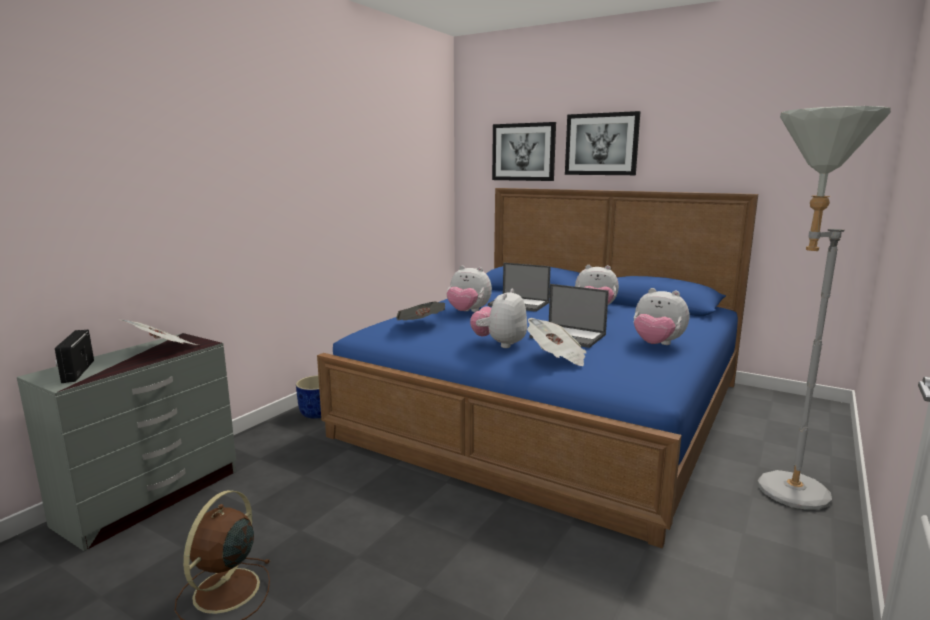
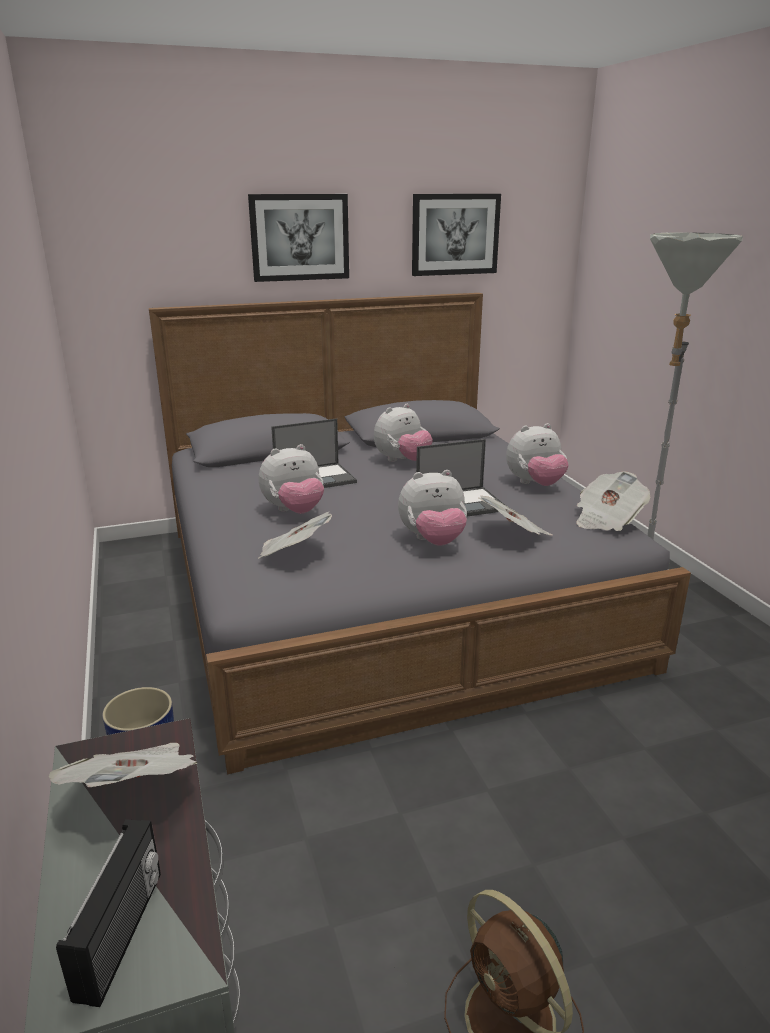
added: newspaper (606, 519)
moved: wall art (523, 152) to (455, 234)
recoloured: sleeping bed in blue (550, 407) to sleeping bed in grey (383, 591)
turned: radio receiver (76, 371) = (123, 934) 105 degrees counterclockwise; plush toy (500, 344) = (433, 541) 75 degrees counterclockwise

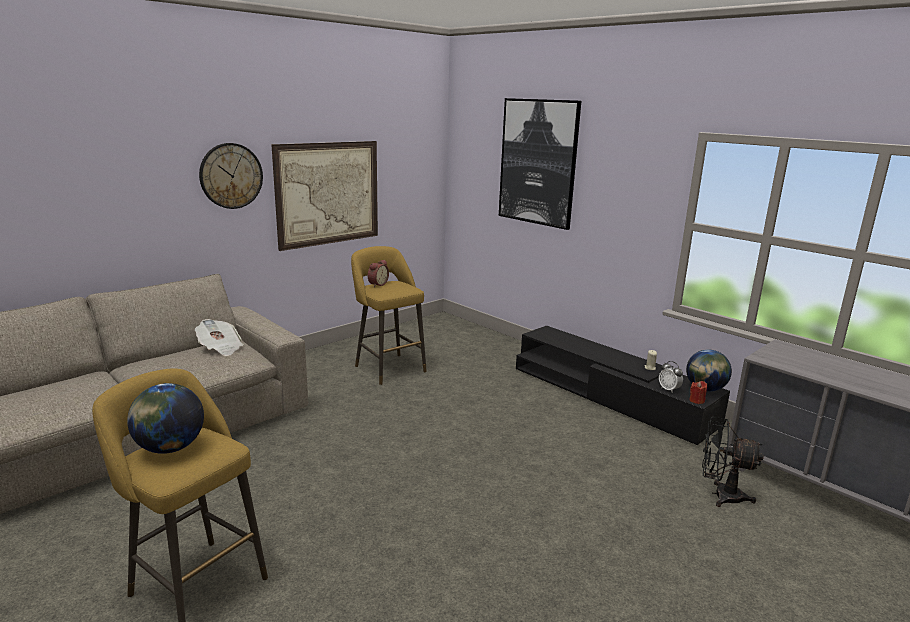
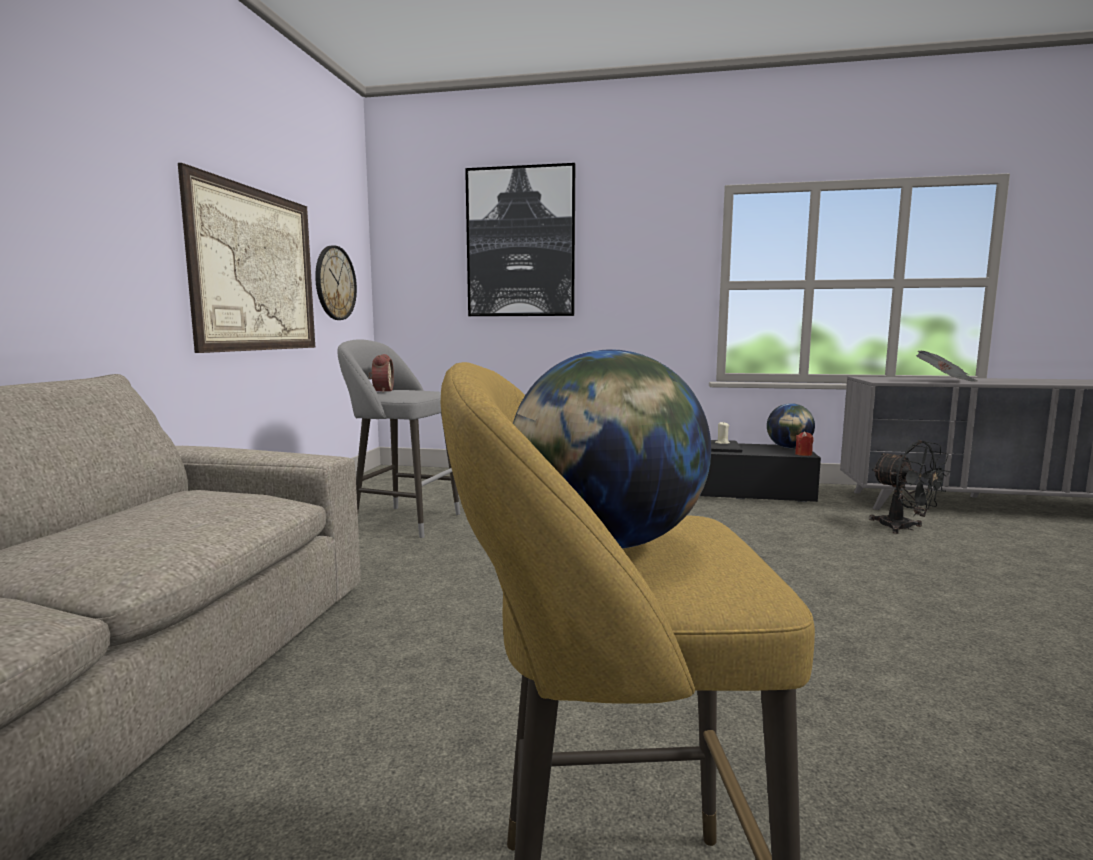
removed: table clock (669, 389)
moved: newspaper (220, 348) to (944, 381); hanging clock (231, 176) to (335, 283)
recoloured: sitting stool in yellow-coloured (388, 367) to sitting stool in grey (402, 521)
turned: fan in black-coloured (720, 495) = (903, 528) 105 degrees counterclockwise

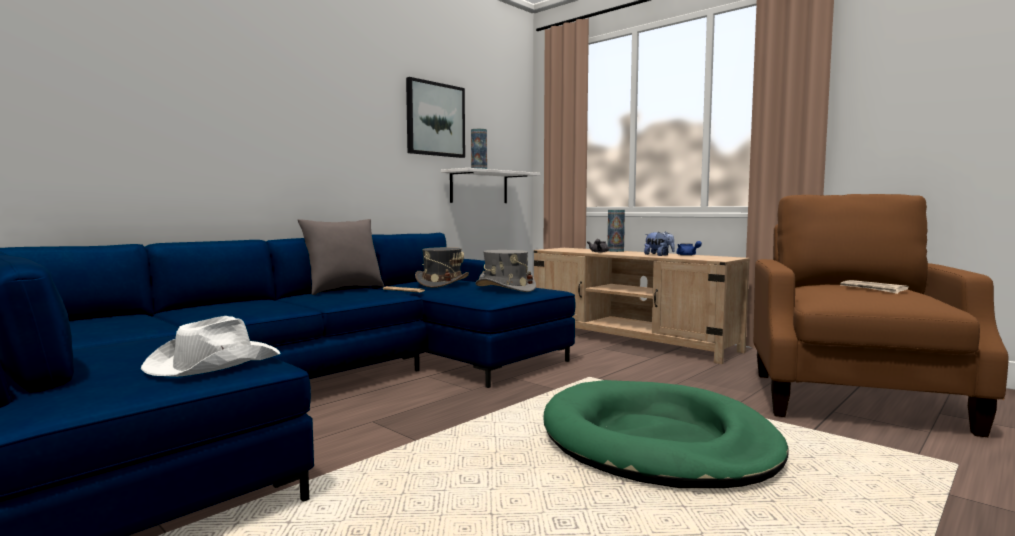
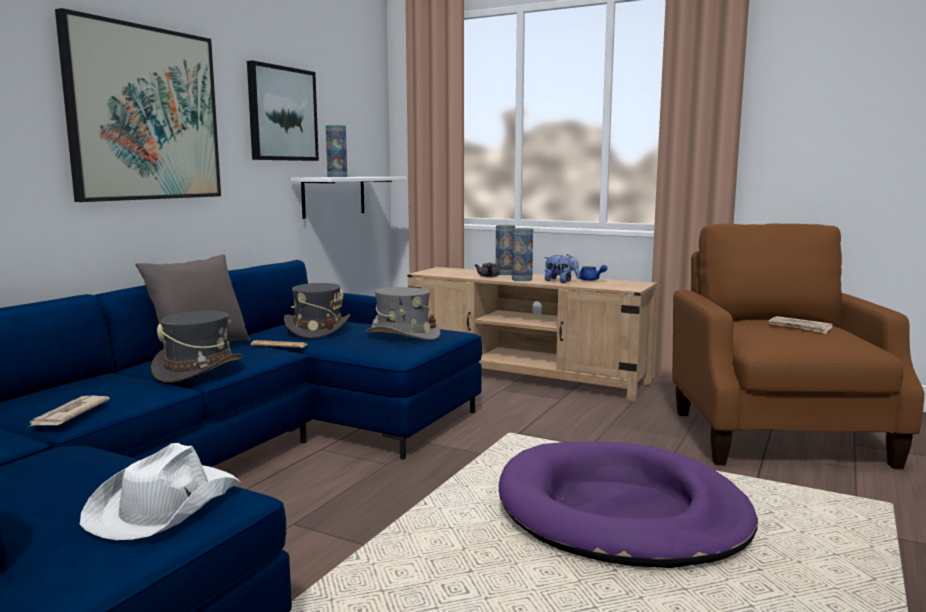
added: newspaper (68, 415); wall art (144, 114); hat in grey (199, 370); vase (522, 279)
recoloured: pet bed in green (657, 442) to pet bed in purplish (621, 512)

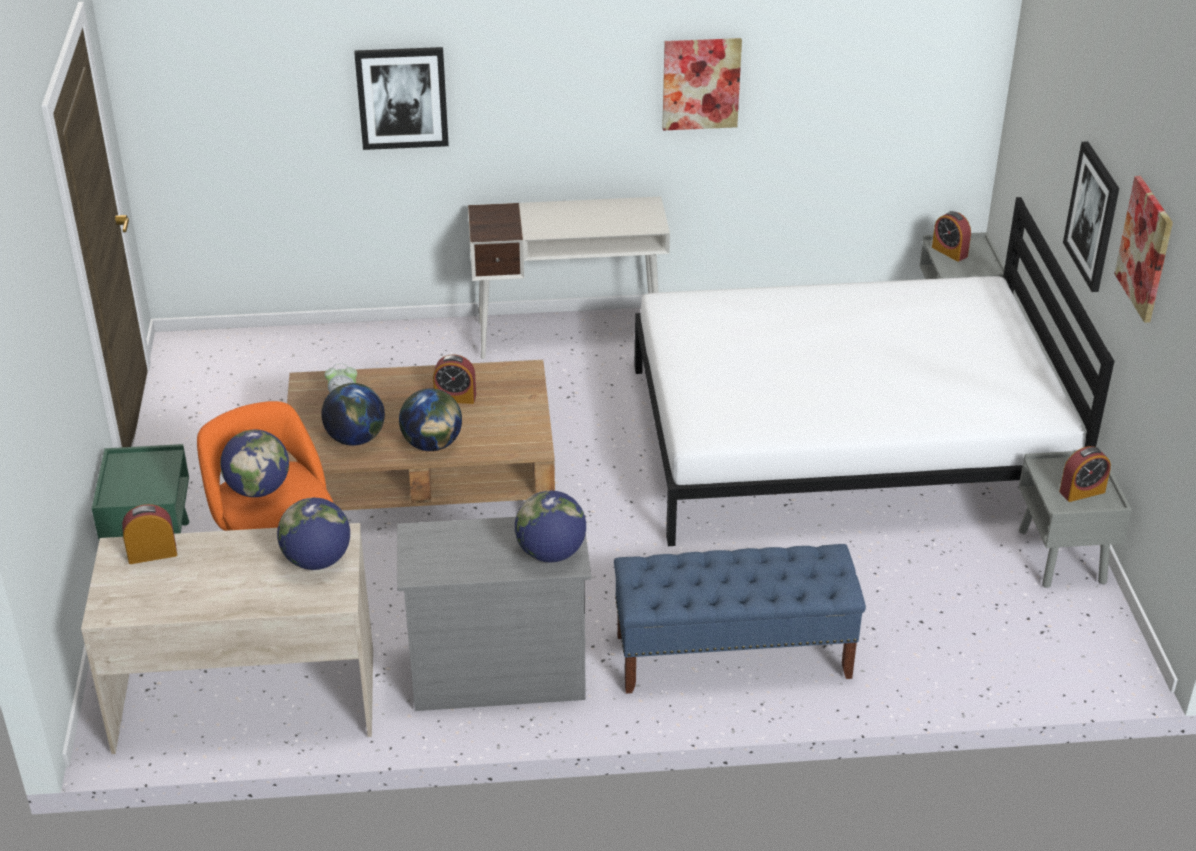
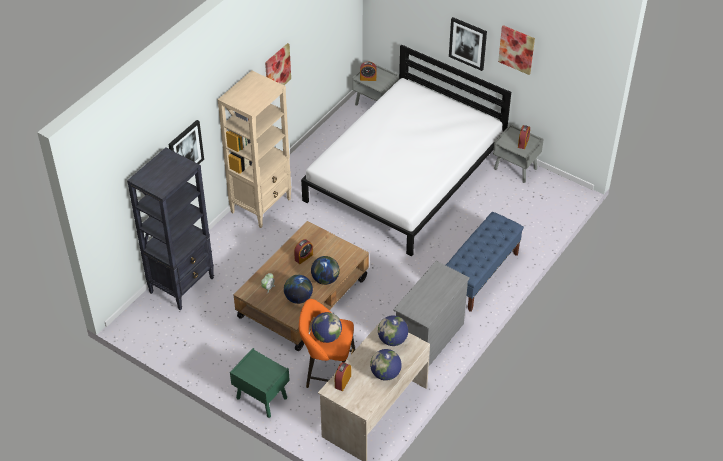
added: shelving unit in black-coloured (182, 285)
moved: desk globe (551, 553) to (385, 374)
replaced: desk table in white-coloured (570, 335) to shelving unit in beige-coloured (261, 205)

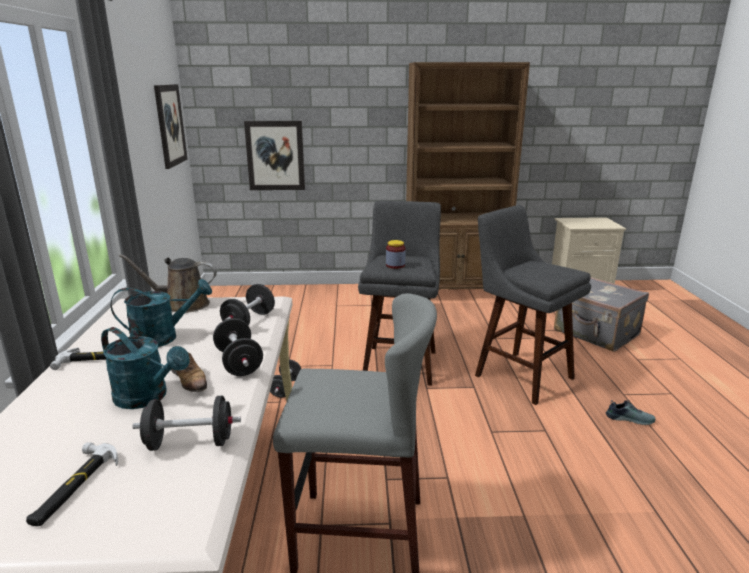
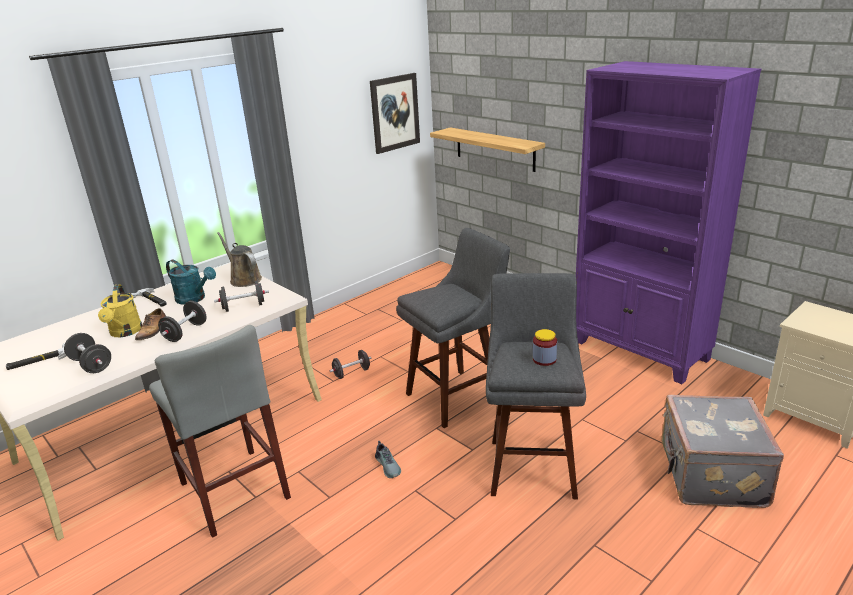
moved: storage jar (395, 265) to (544, 359); item of footwear (629, 418) to (389, 466)
replaced: wall art (275, 155) to bracket shelf (494, 149)
recoloured: watering can in turquoise (148, 397) to watering can in yellow-coloured (125, 332); shelving unit in brown (454, 291) to shelving unit in purplish (640, 351)

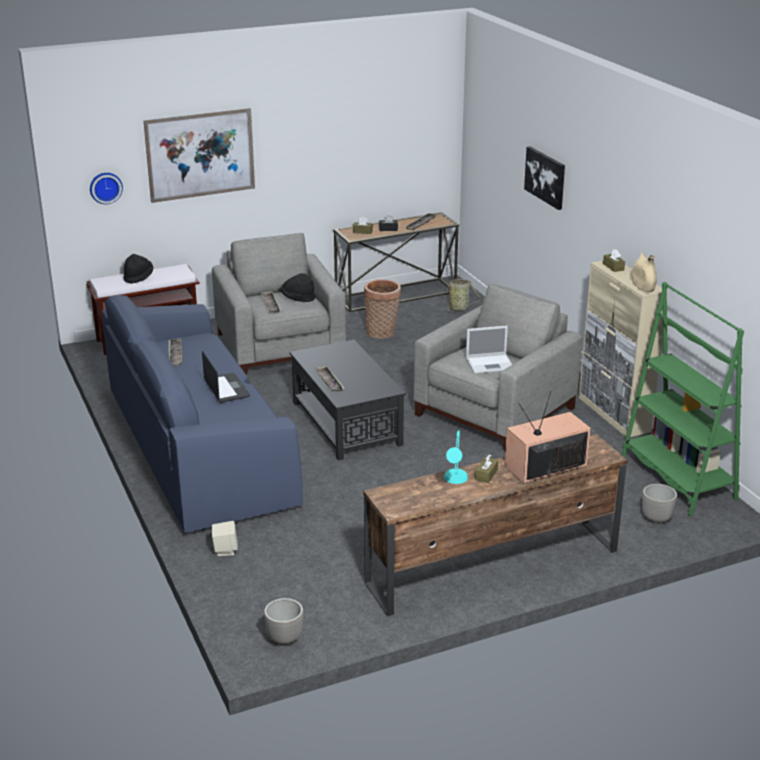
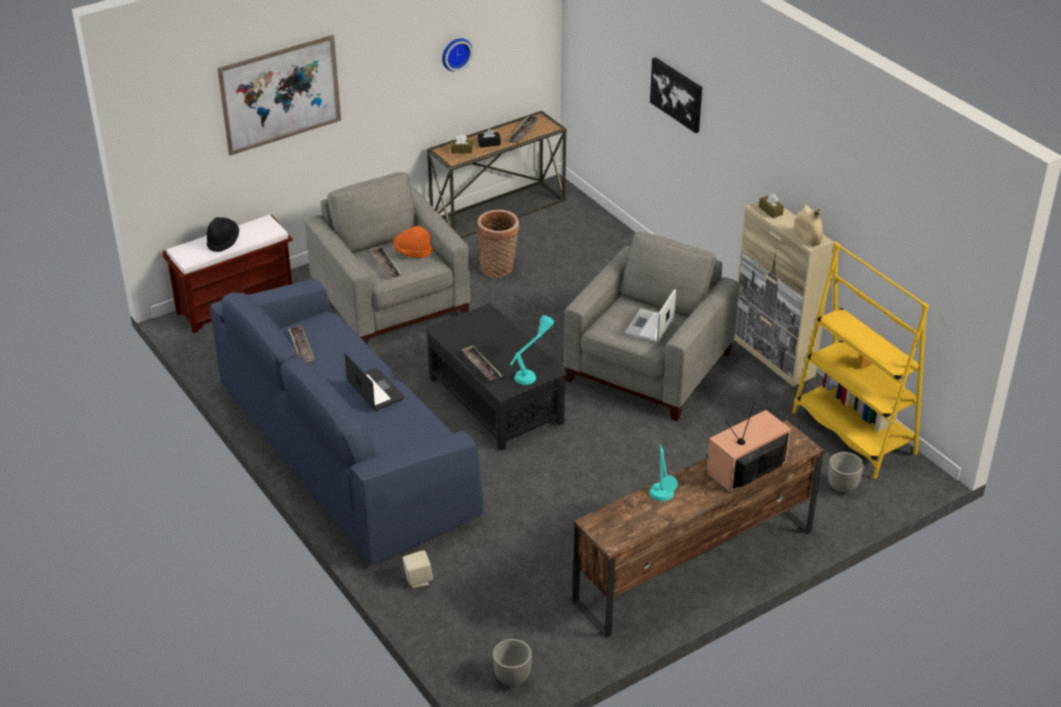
removed: storage basket (460, 308); box of tissues in brown (486, 475)
added: tabletop lamp in turquoise (531, 371)
moved: hanging clock (105, 187) to (455, 53)
recoloured: hat in black-coloured (298, 298) to hat in orangey (412, 252); shelving unit in green (677, 478) to shelving unit in yellow-coloured (853, 433)
turned: notebook computer (491, 364) = (649, 327) 135 degrees clockwise

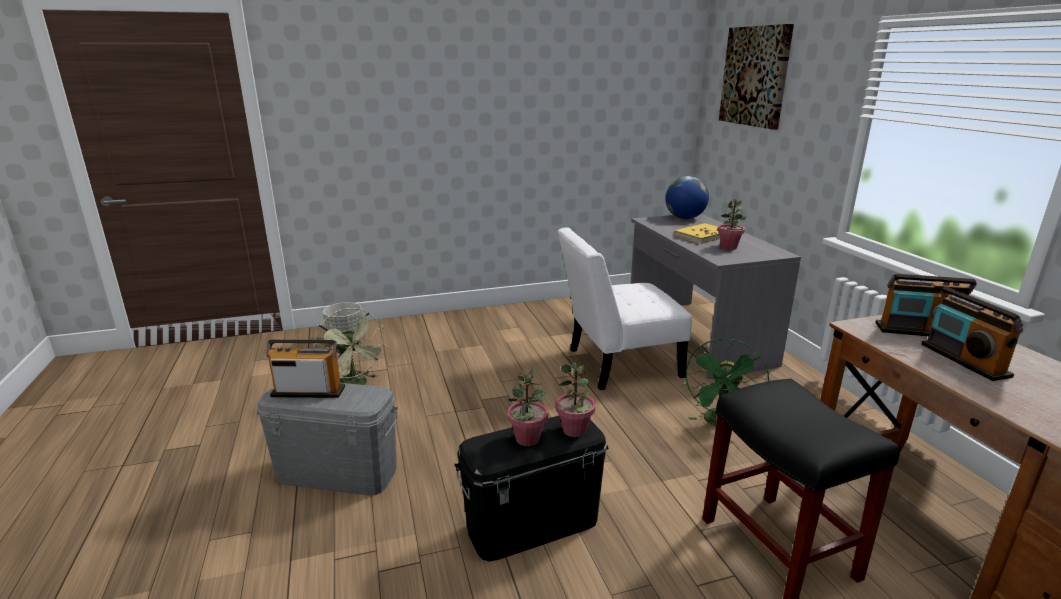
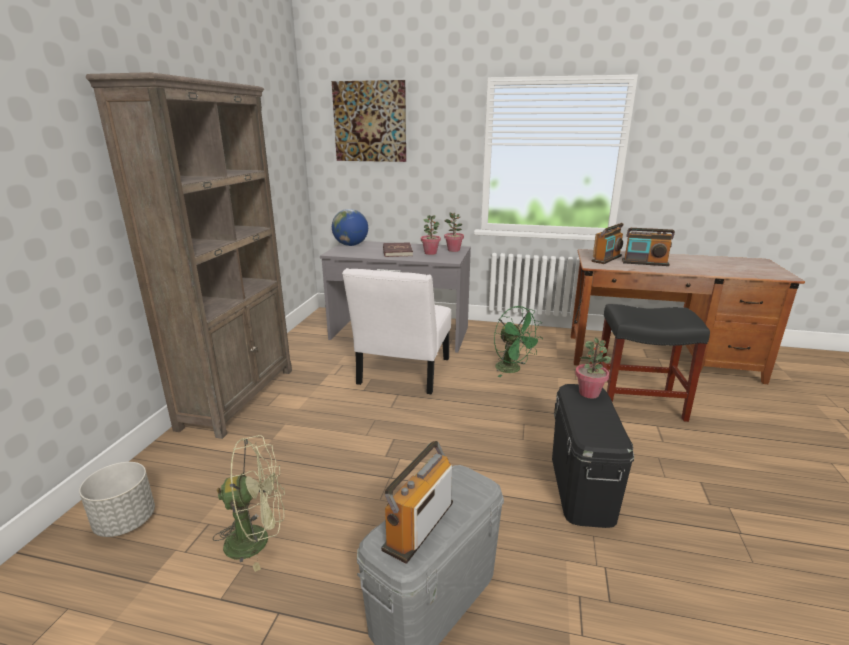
added: shelving unit in brown (239, 397)
moved: potted plant (527, 439) to (453, 250)
recoloured: book in yellow-coloured (702, 236) to book in red (397, 252)

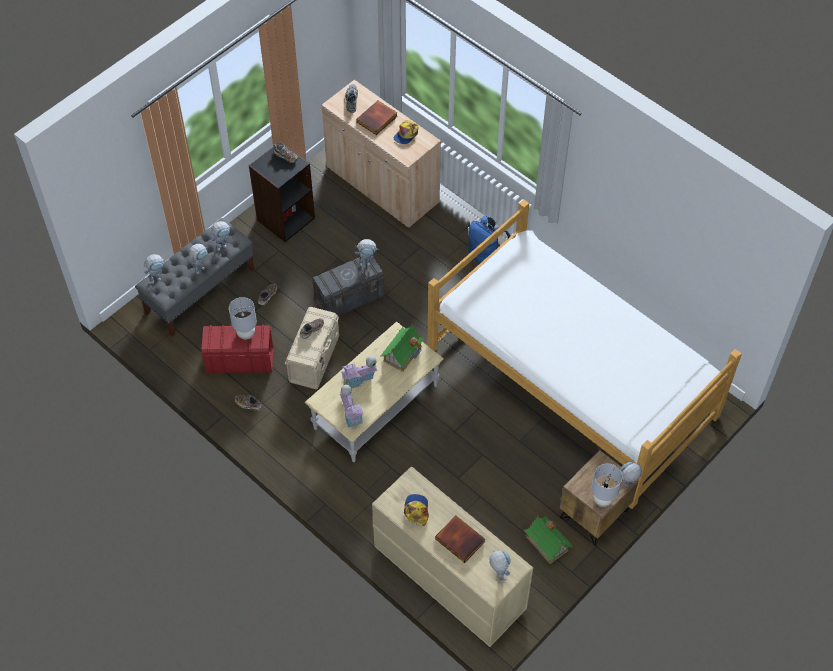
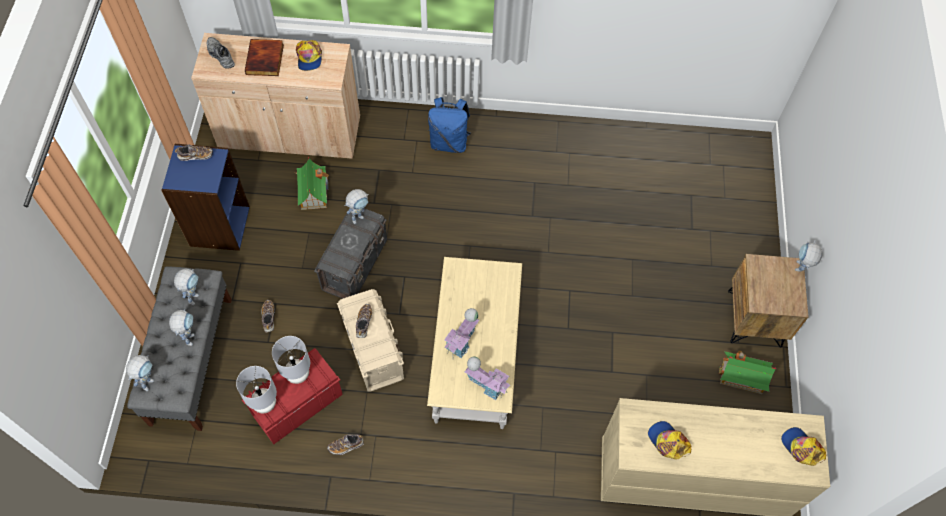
removed: sleeping bed (571, 383); book (461, 540)
moved: model house (402, 353) to (313, 192); tabletop lamp in grey (602, 499) to (264, 403)
replaced: toy robot (498, 574) to peaked cap (801, 448)
recoloured: shelving unit in black-coloured (285, 218) to shelving unit in blue (219, 226)

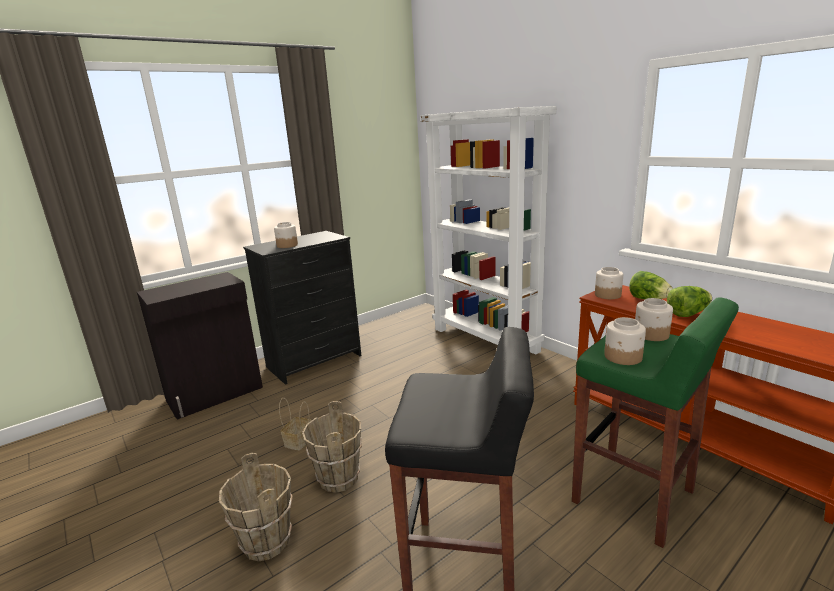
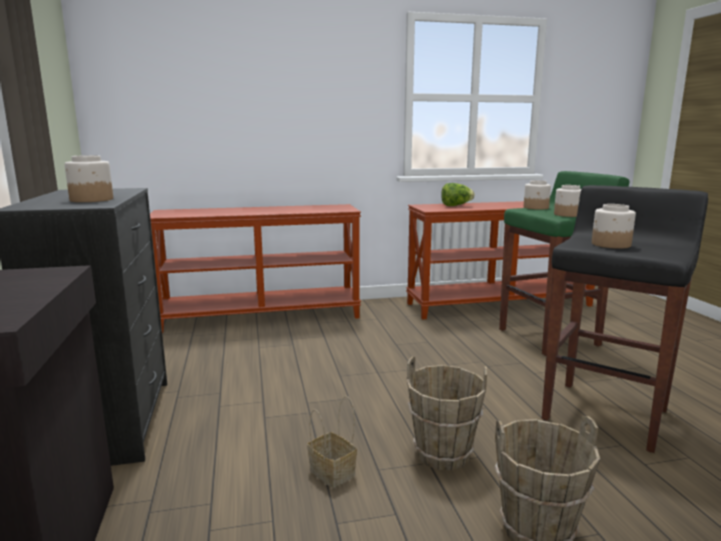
removed: lettuce head (688, 314)
moved: storage jar (607, 295) to (610, 245)
replaced: shelving unit in white-coloured (486, 340) to hall table in brown (262, 316)

